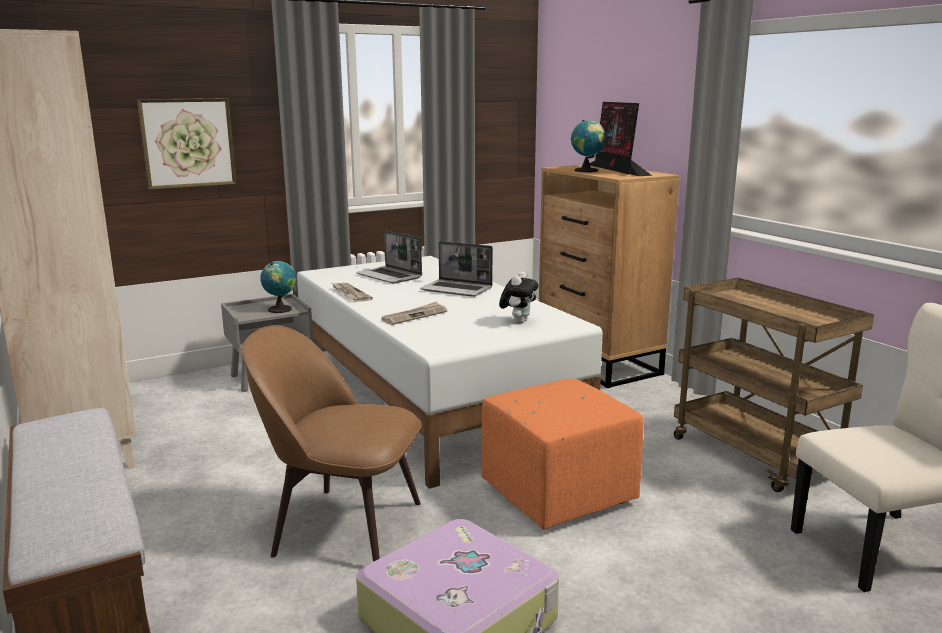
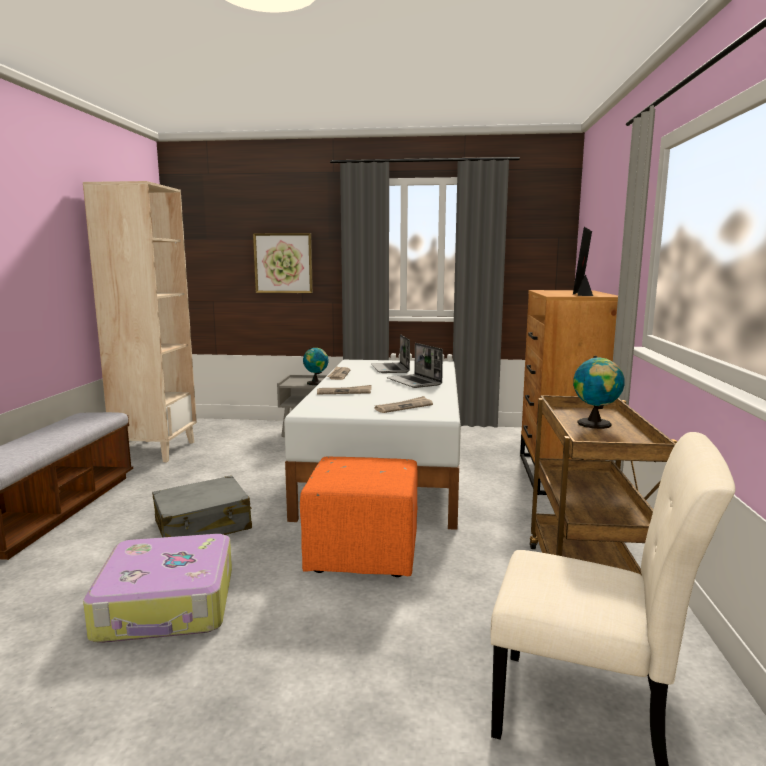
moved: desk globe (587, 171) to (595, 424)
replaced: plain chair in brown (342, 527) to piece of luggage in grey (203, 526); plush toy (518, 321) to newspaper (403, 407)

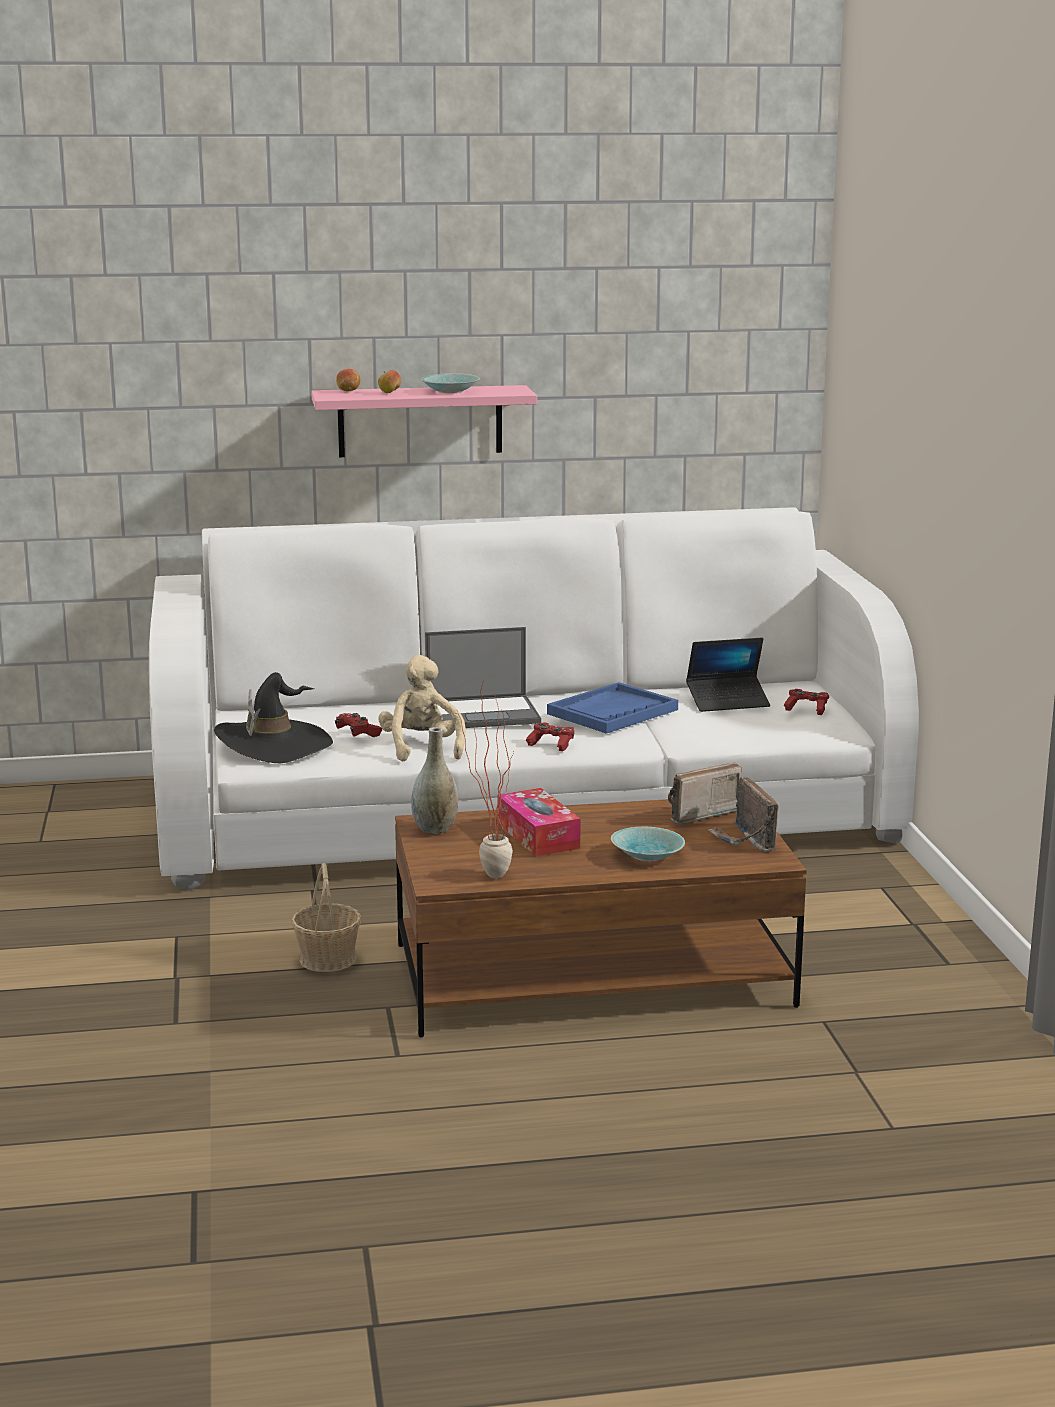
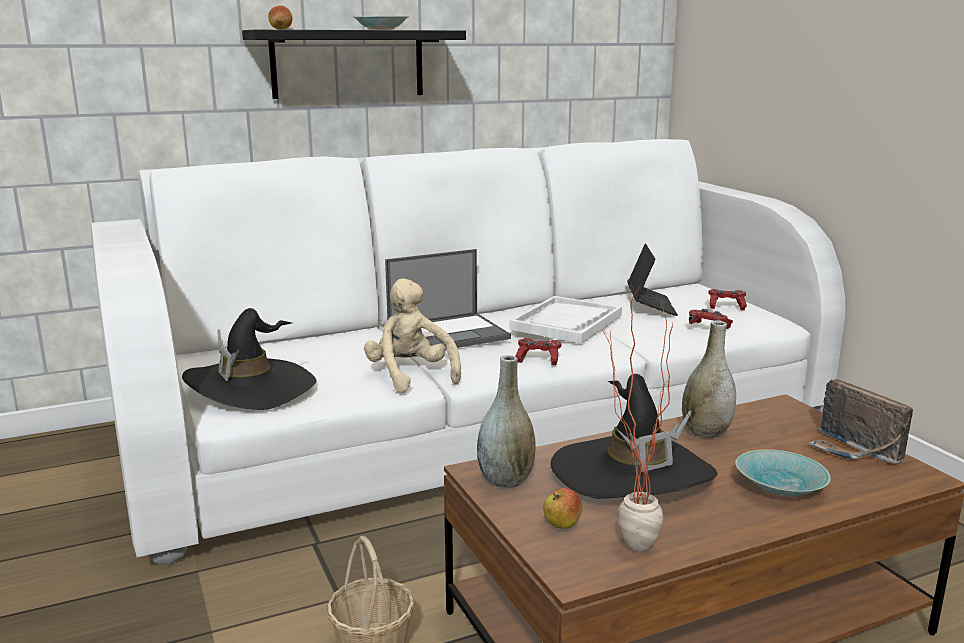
removed: radio receiver (697, 813)
added: vase in grey (706, 432)
moved: game controller in red (358, 733) to (708, 327); apple (389, 393) to (562, 525)
replaced: box of tissues (538, 836) to hat in black-coloured (632, 475)
recoloured: bracket shelf in pink-coloured (420, 421) to bracket shelf in black-coloured (348, 64); tray in blue (612, 712) to tray in white-coloured (566, 322)
turned: notebook computer (728, 702) = (650, 305) 60 degrees counterclockwise

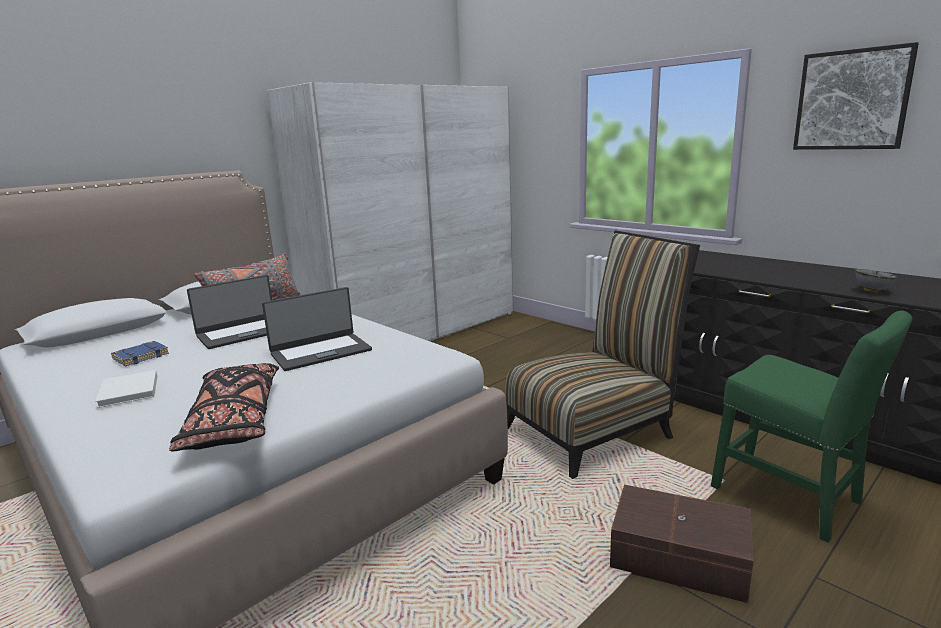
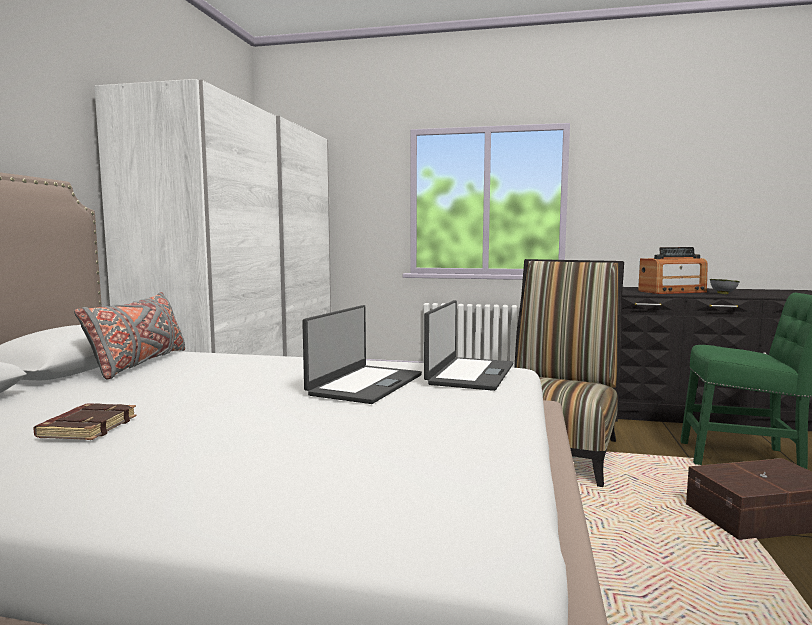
removed: book in white-coloured (128, 392); pillow in black-coloured (234, 420); wall art (852, 100)
added: radio receiver (672, 291)
moved: notebook computer (243, 333) to (469, 374)
recoloured: book in blue (141, 357) to book in brown (87, 428)

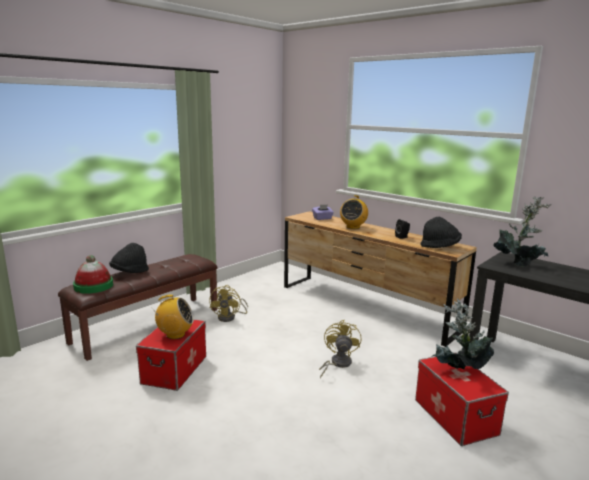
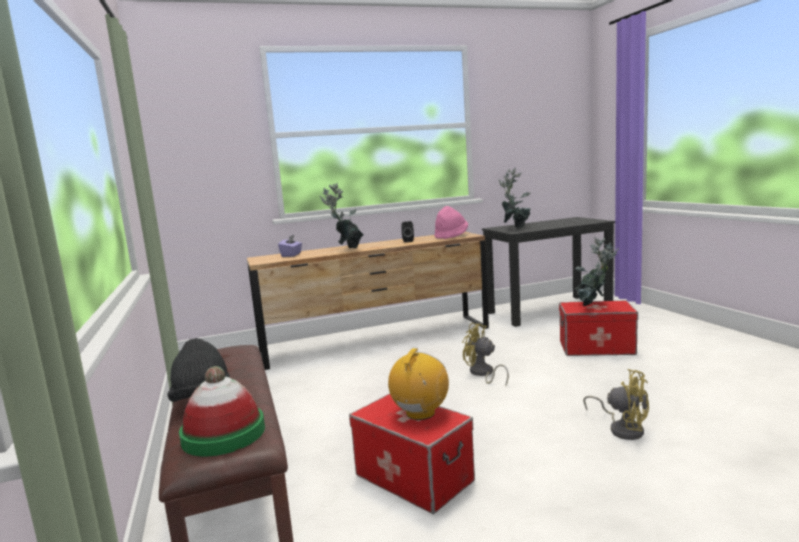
moved: fan in yellow-coloured (230, 317) to (623, 429)
replaced: radio receiver (353, 227) to potted plant (347, 249)
recoloured: hat in black-coloured (440, 246) to hat in pink-coloured (451, 236)

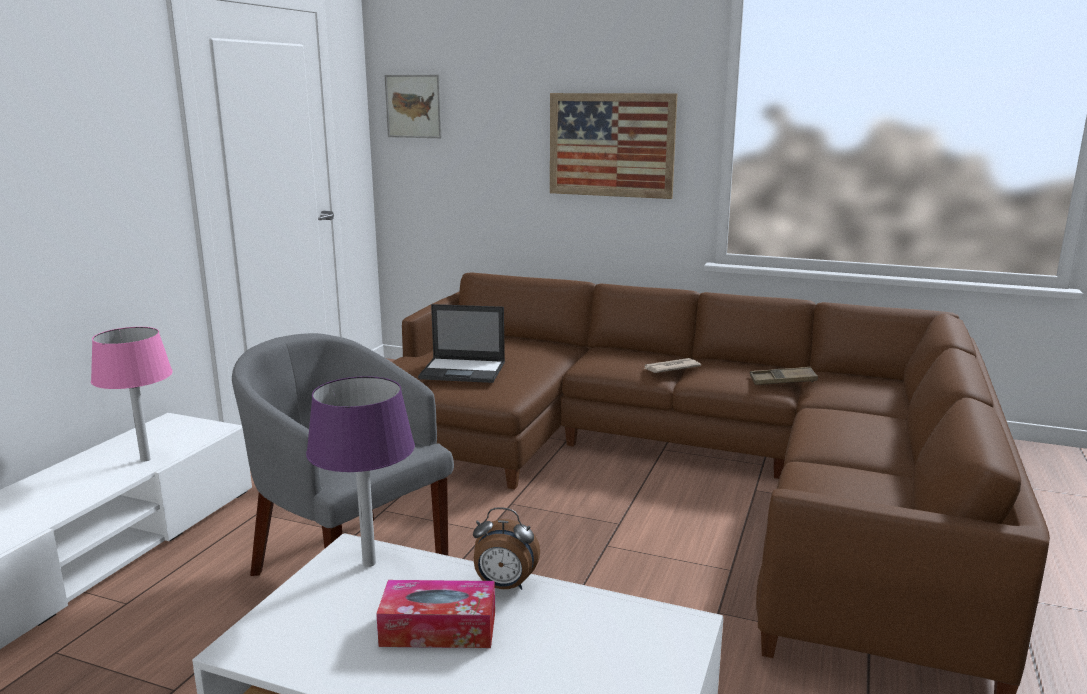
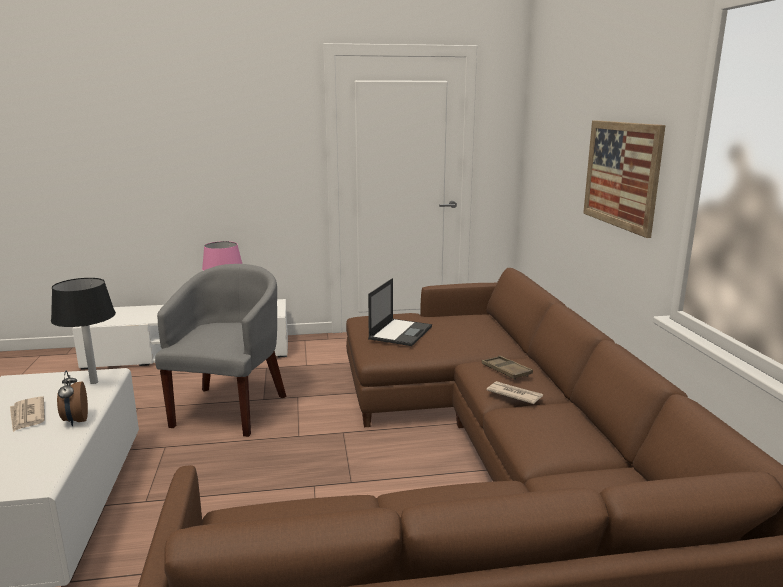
removed: wall art (414, 106)
moved: tray in brown (782, 381) to (506, 371)
replaced: box of tissues (438, 629) to newspaper (27, 416)
recoloured: tabletop lamp in purplish (369, 563) to tabletop lamp in black-coloured (94, 382)
turned: notebook computer (464, 371) = (400, 332) 135 degrees counterclockwise

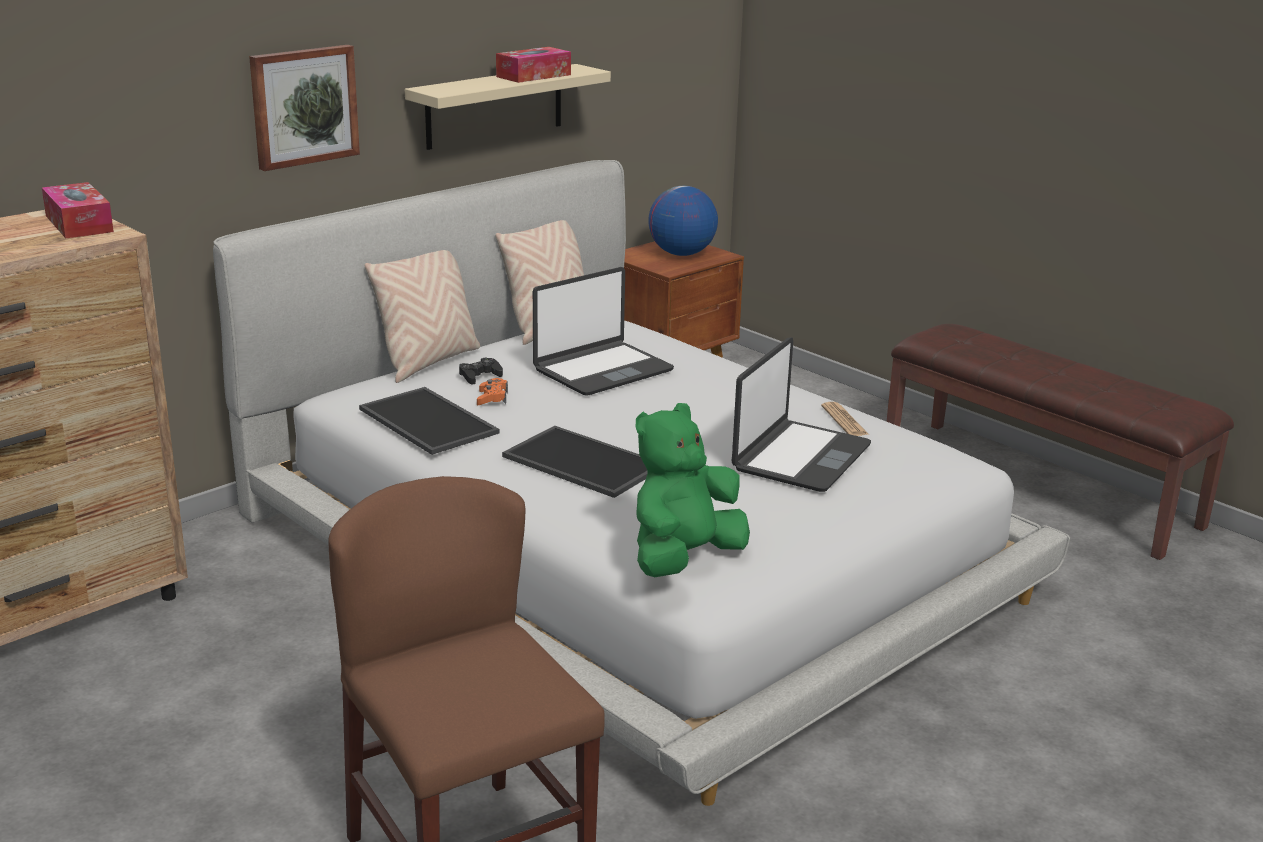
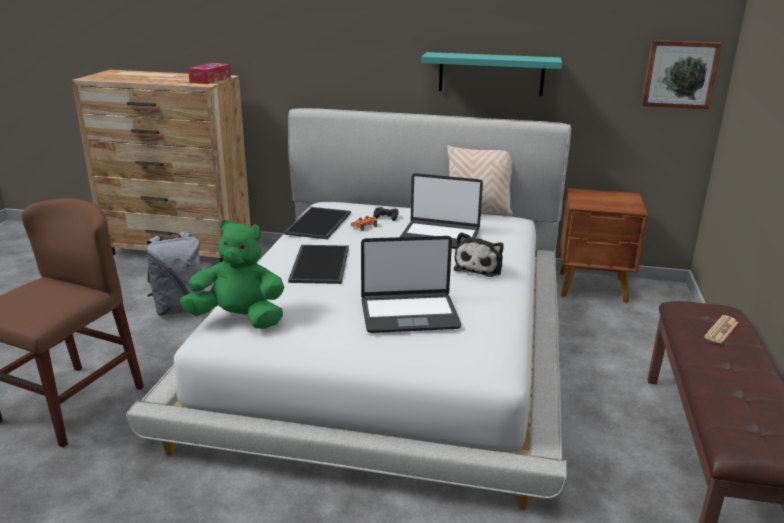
removed: pillow in beige-coloured (428, 362); box of tissues (533, 76); desk globe (681, 254)
added: backpack in grey (180, 308); plush toy (479, 267)
moved: wall art (303, 106) to (679, 74); newspaper (844, 420) to (721, 330)
recoloured: bracket shelf in beige-coloured (494, 106) to bracket shelf in turquoise (491, 74)

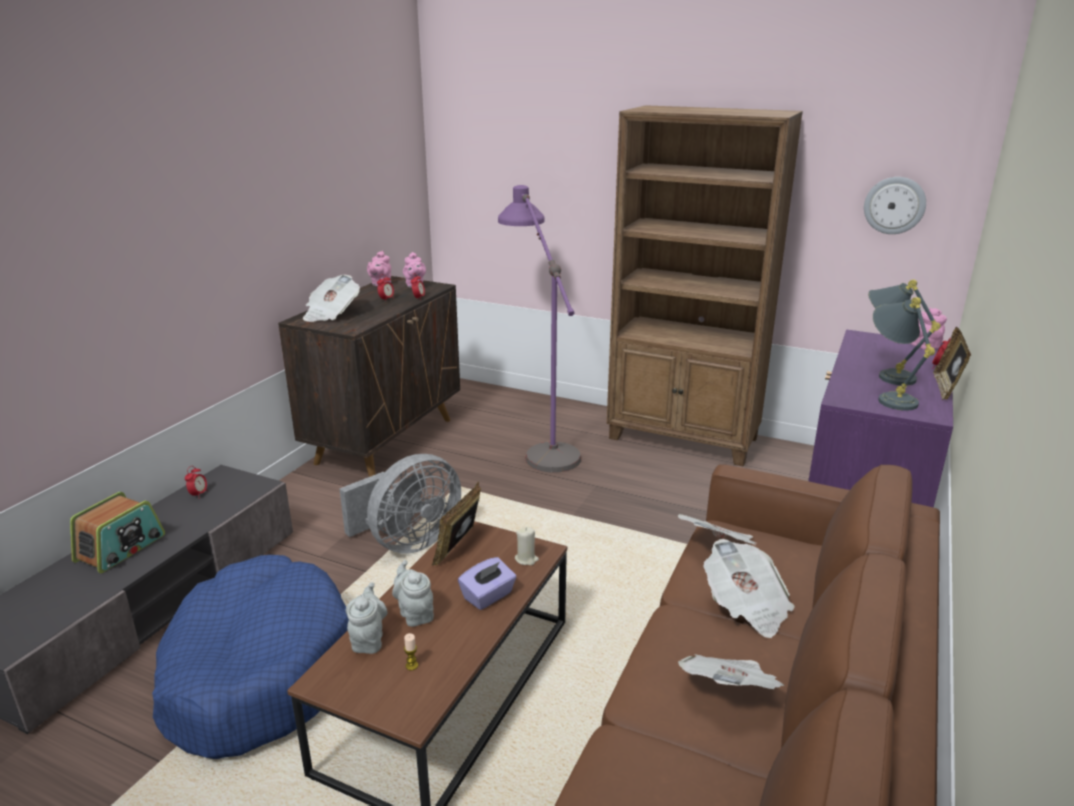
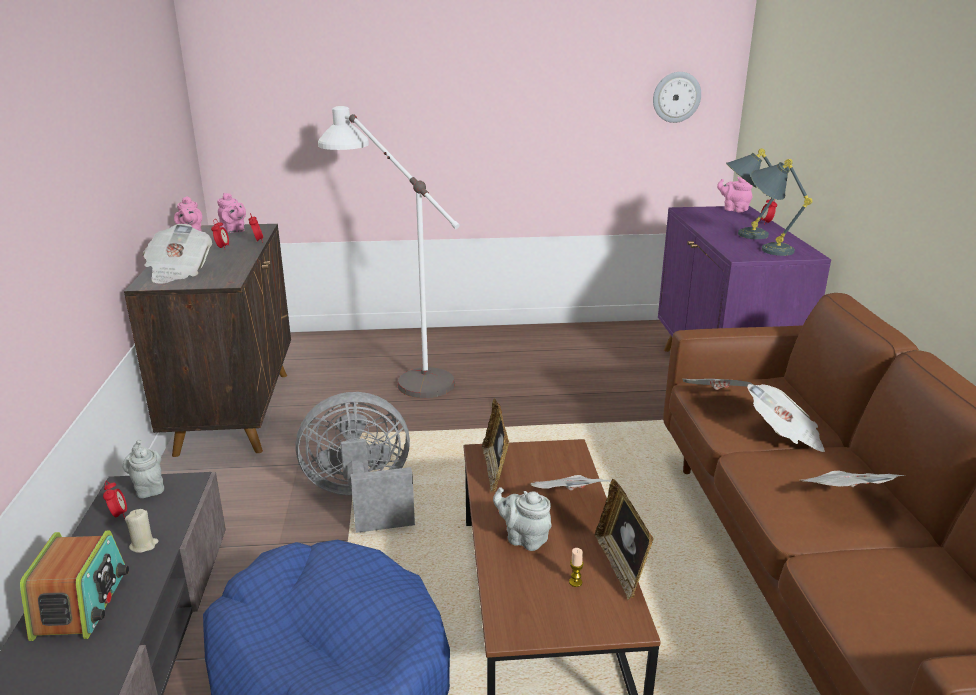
removed: shelving unit in brown (684, 439)
moved: teapot in grey (368, 639) to (148, 488); candle in beige-coloured (526, 559) to (144, 545); picture frame (946, 388) to (620, 566)
replaced: box of tissues in purplish (488, 596) to newspaper (569, 501)
recoloured: standing lamp in purplish (540, 441) to standing lamp in white-coloured (398, 372)
turned: fan in grey (408, 542) = (362, 499) 120 degrees counterclockwise

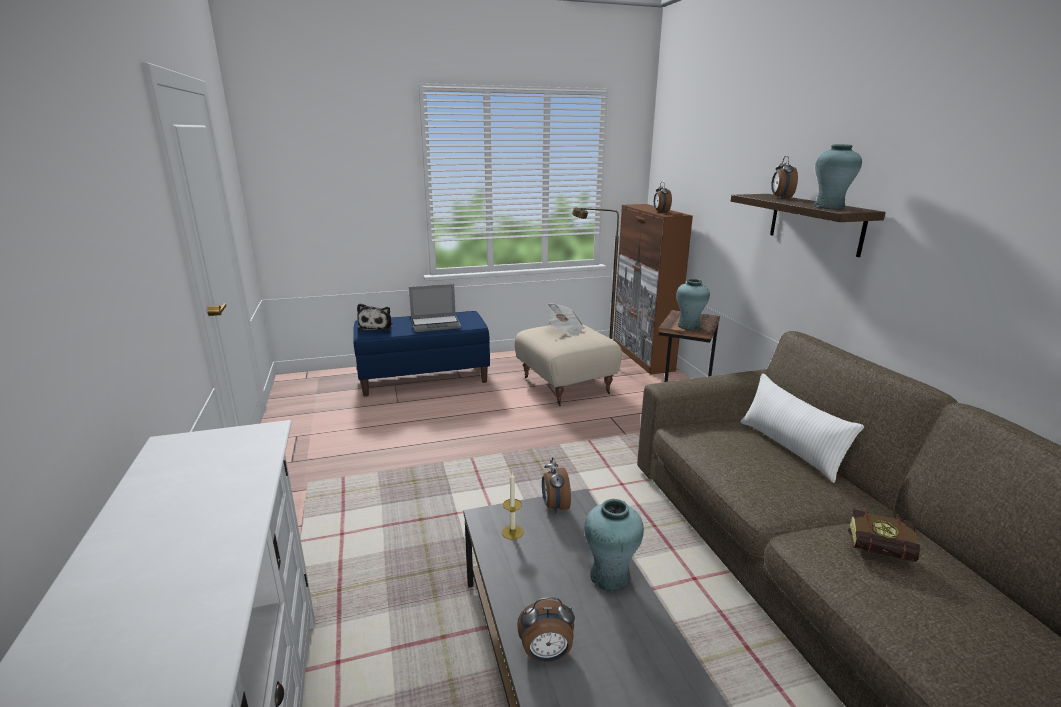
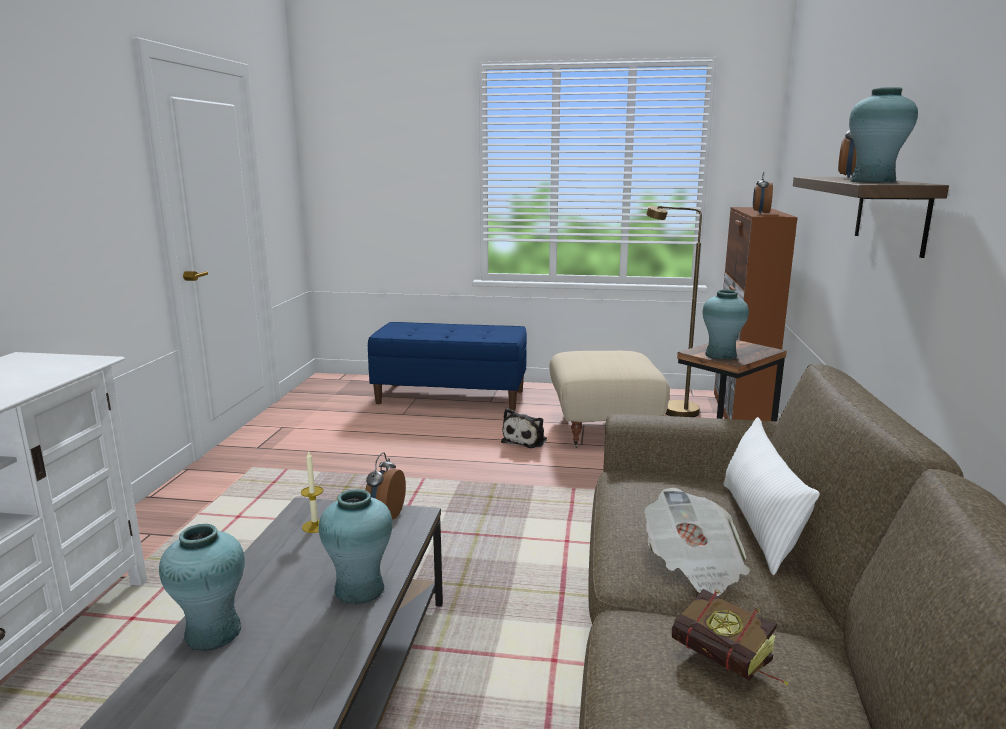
removed: notebook computer (436, 324)
moved: plush toy (377, 326) to (526, 440); newspaper (564, 330) to (694, 566)
replaced: table clock (546, 655) to vase in turquoise (213, 633)

